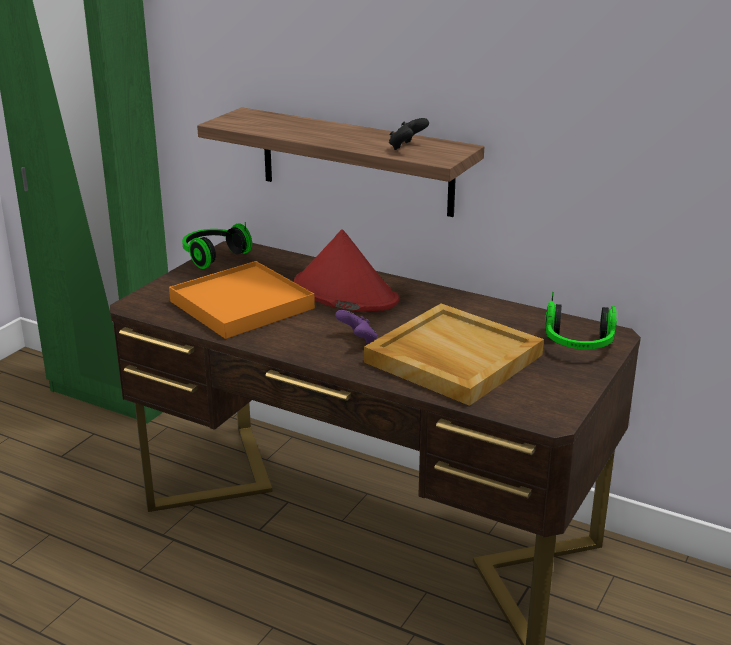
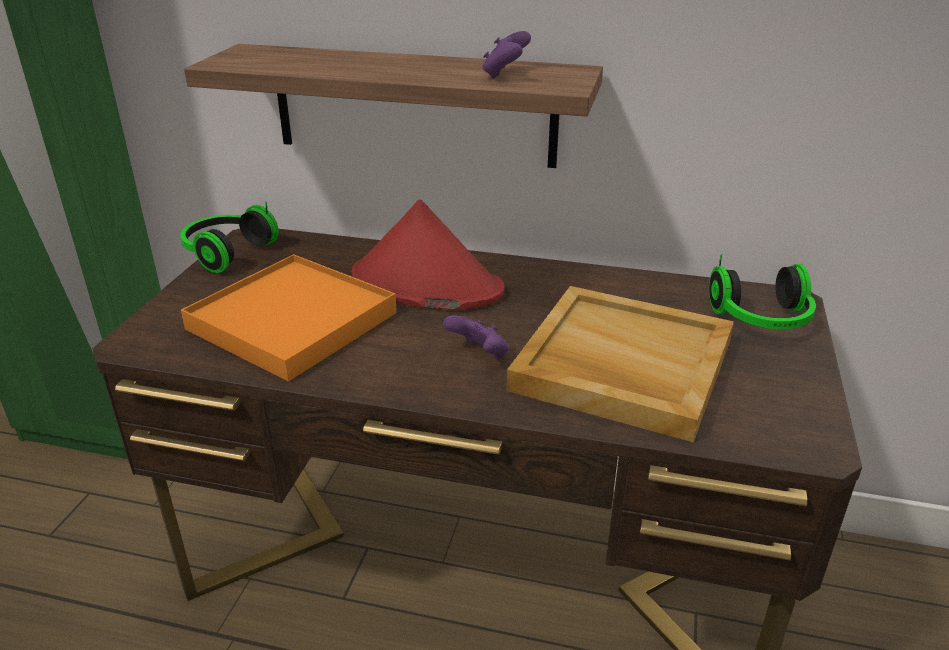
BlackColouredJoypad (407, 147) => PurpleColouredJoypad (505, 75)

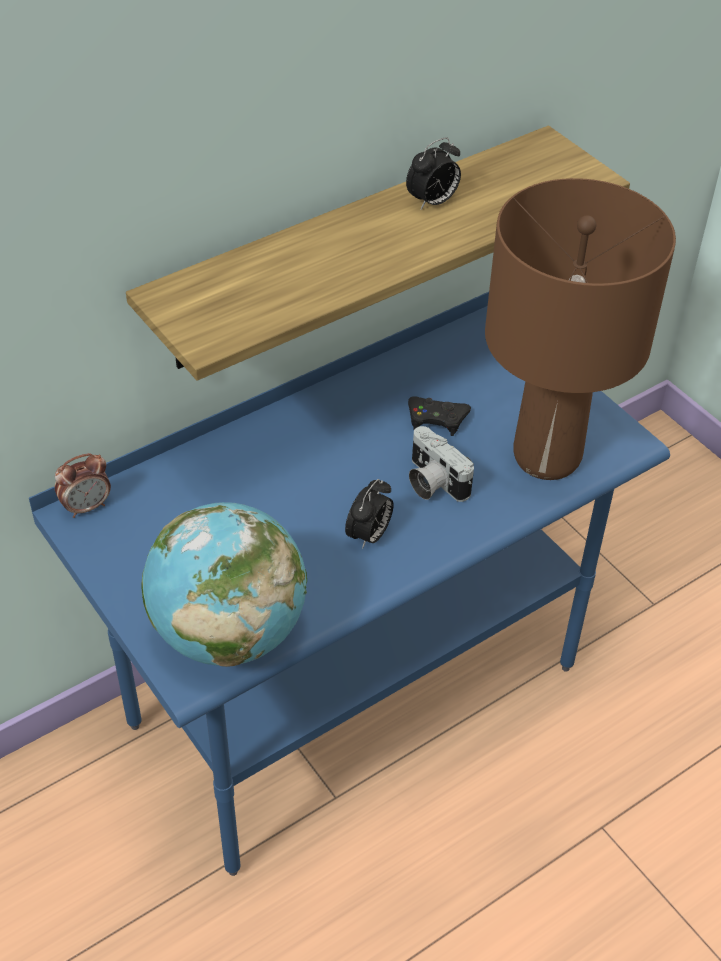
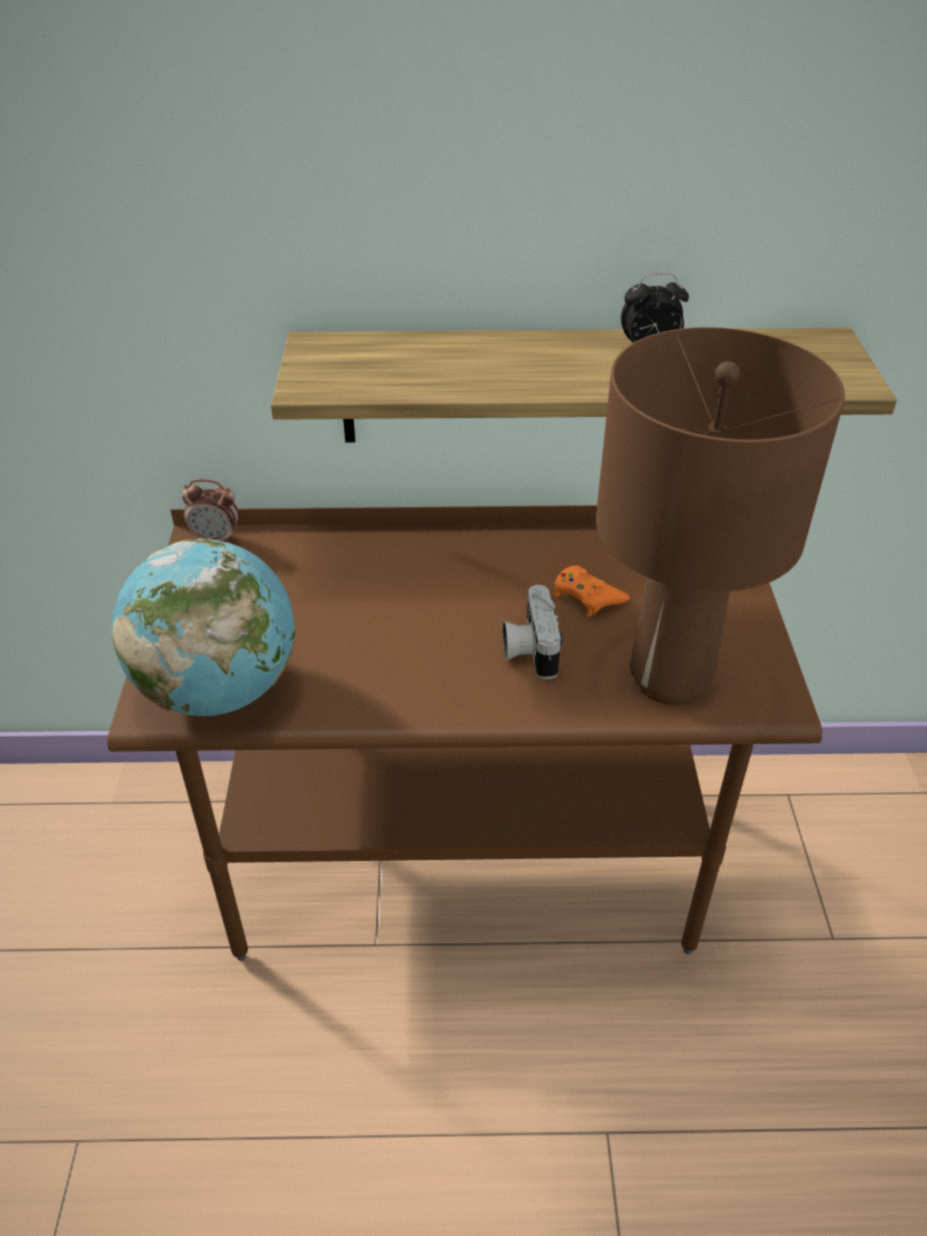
BluishDesk (354, 695) => BrownishDesk (463, 863)
BlackColouredJoypad (436, 419) => OrangeJoypad (587, 596)
TableClock (369, 536) => nothing

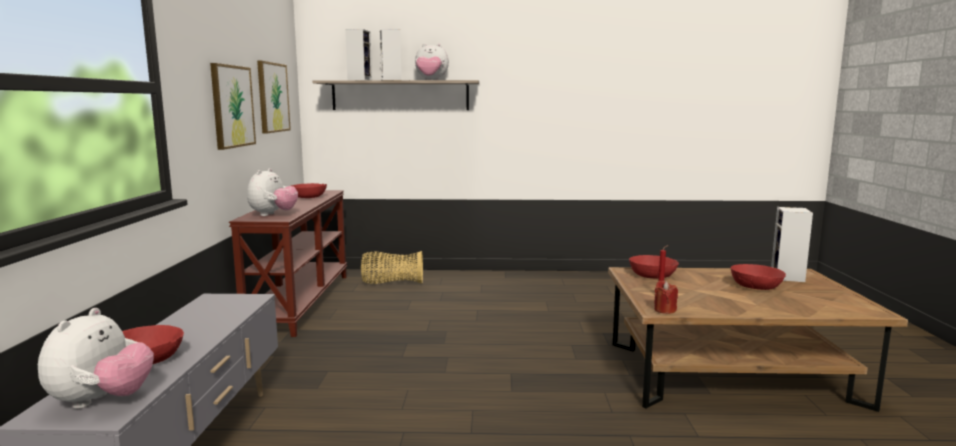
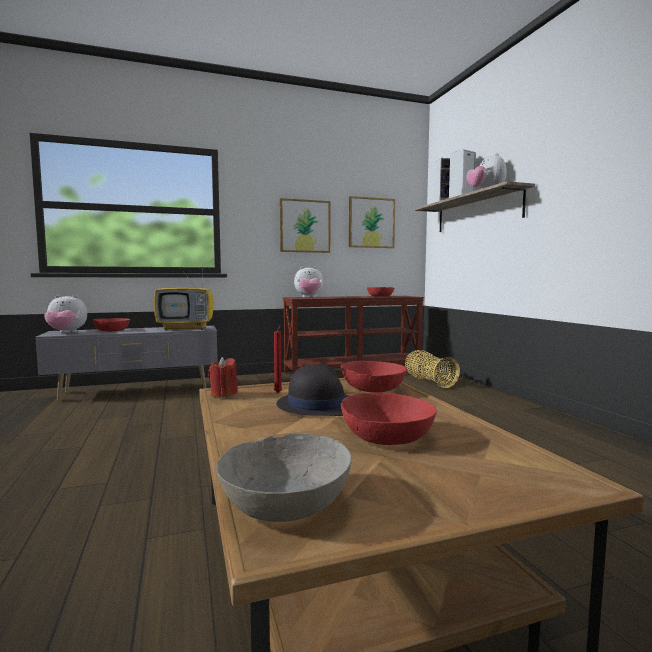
AudioSpeaker (788, 277) => nothing
nothing => Tv (187, 328)
nothing => BlackColouredHat (316, 405)
nothing => GreyServingBowl (284, 501)

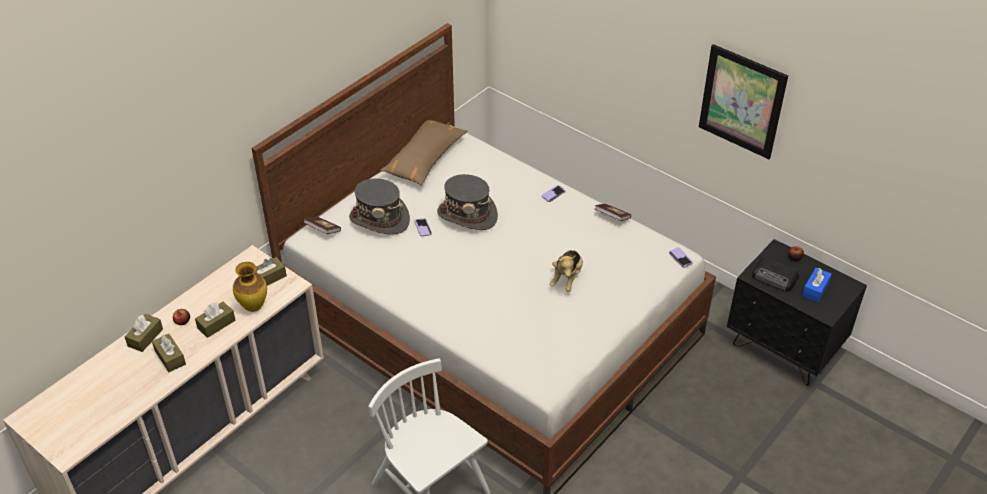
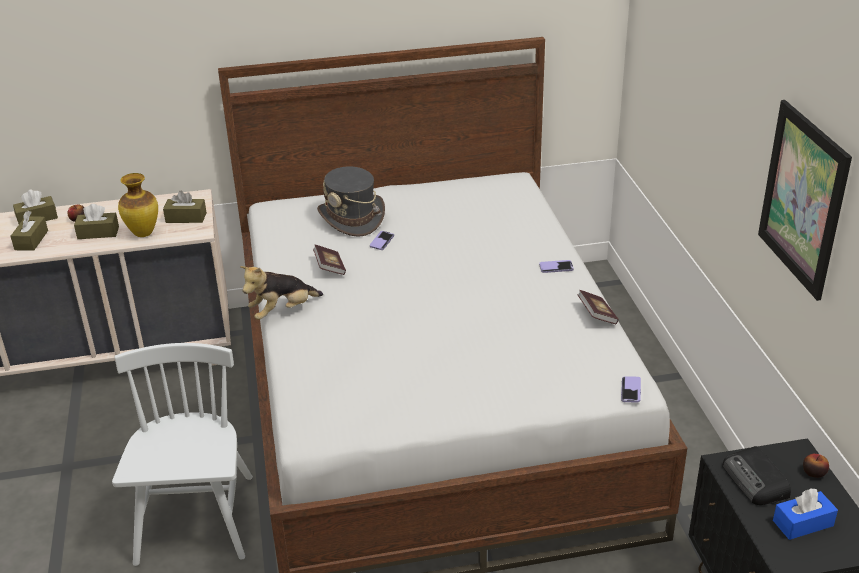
BrownishCushion (424, 159) => nothing
GreyHat (467, 215) => nothing
Volume (323, 230) => Volume (330, 267), moved
SoftToy (567, 278) => SoftToy (282, 311), moved

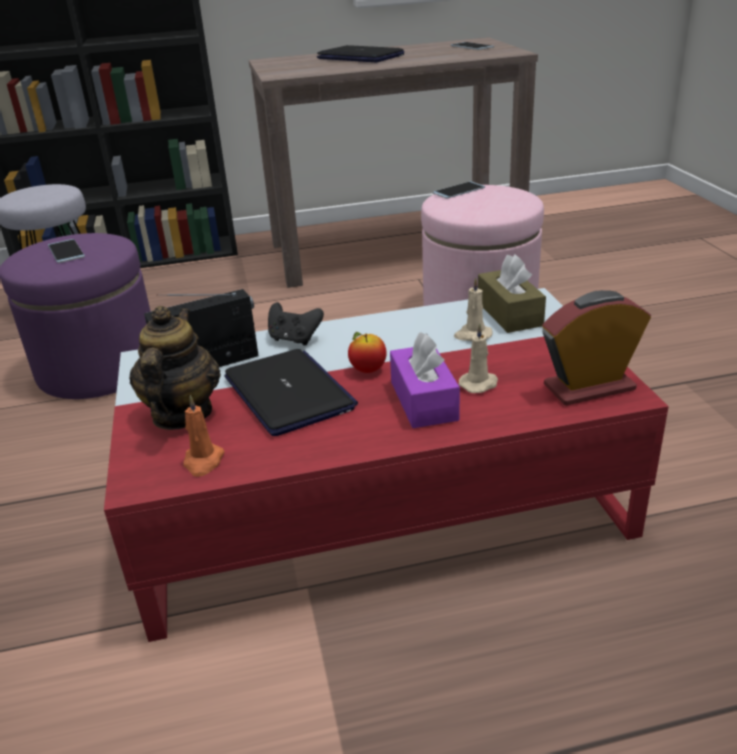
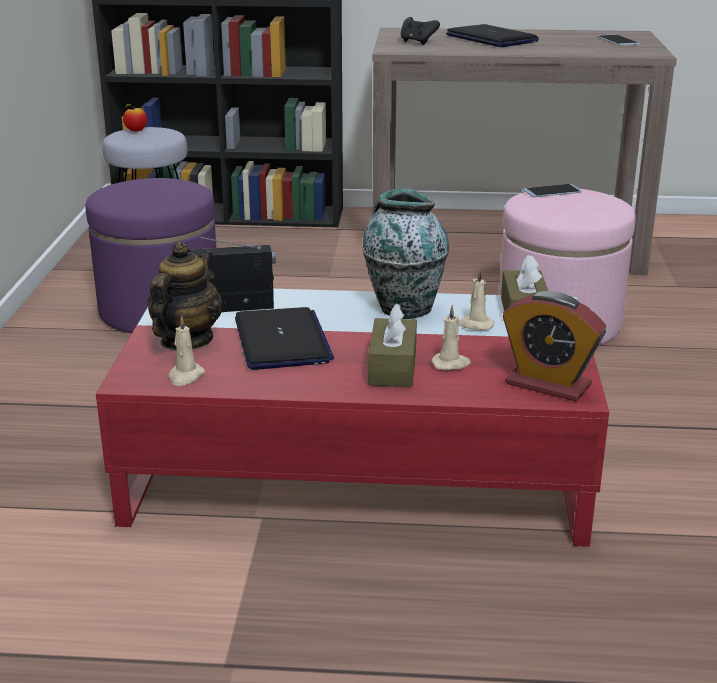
Phone (66, 251) => nothing
TableClock (589, 387) => TableClock (548, 384), 150 degrees counterclockwise
BlackColouredJoypad (294, 339) => BlackColouredJoypad (417, 42), moved
WholeApple (368, 370) => WholeApple (136, 131), moved
PurpleColouredTissueHolder (423, 401) => BrownishTissueHolder (392, 367)
OrangeCandle (203, 462) => SandColouredCandle (185, 376)
nothing => Vase (403, 308)

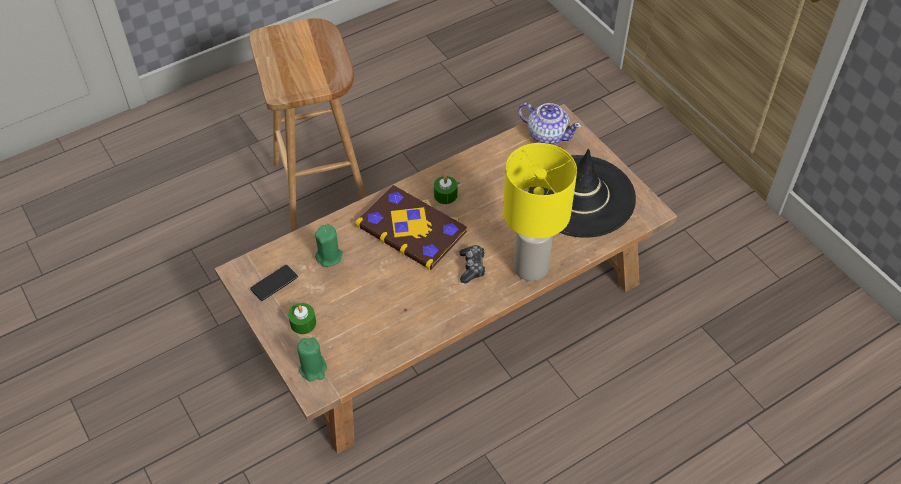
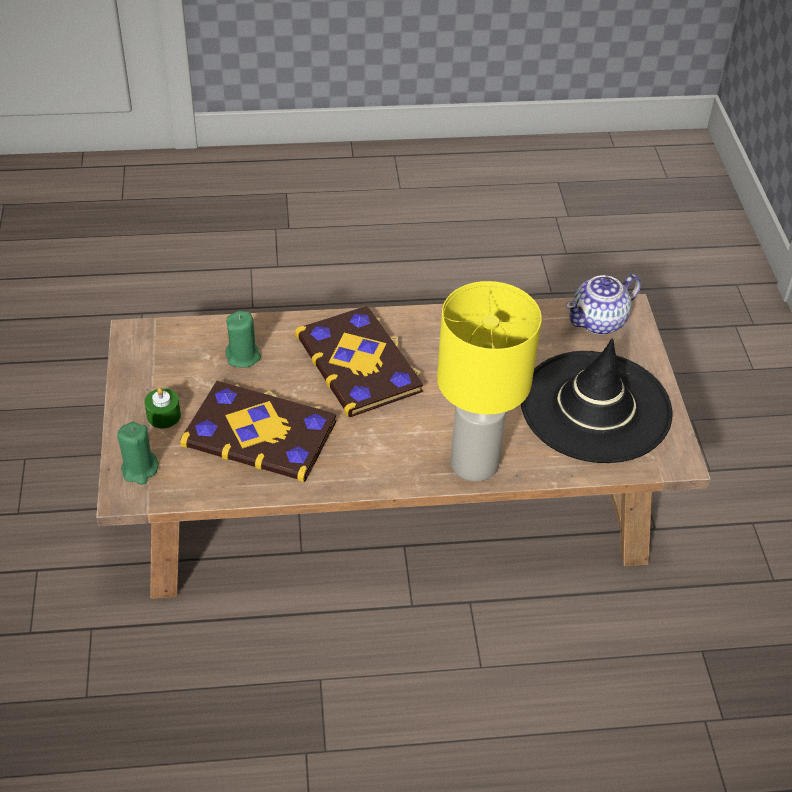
BrownishSittingStool (323, 190) => nothing
PotForTea (547, 135) => PotForTea (599, 321), 90 degrees clockwise
GreenColouredCandle (445, 195) => nothing
Joypad (472, 267) => nothing
Phone (274, 283) => nothing
nothing => Volume (260, 433)

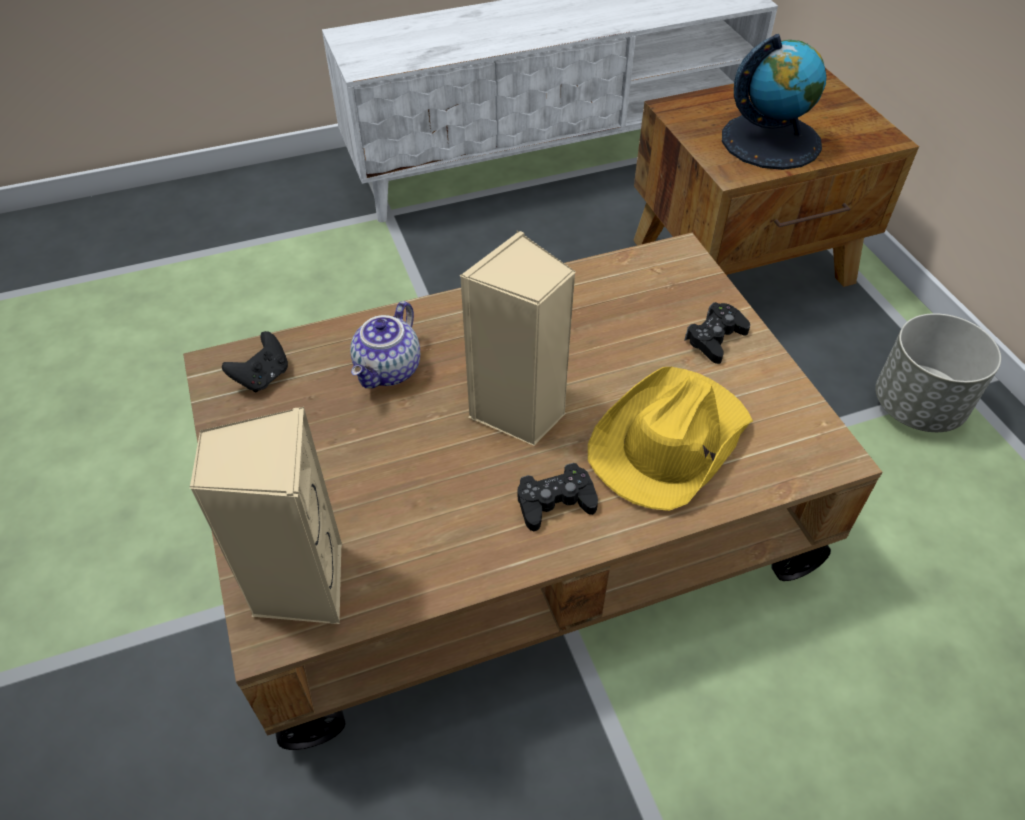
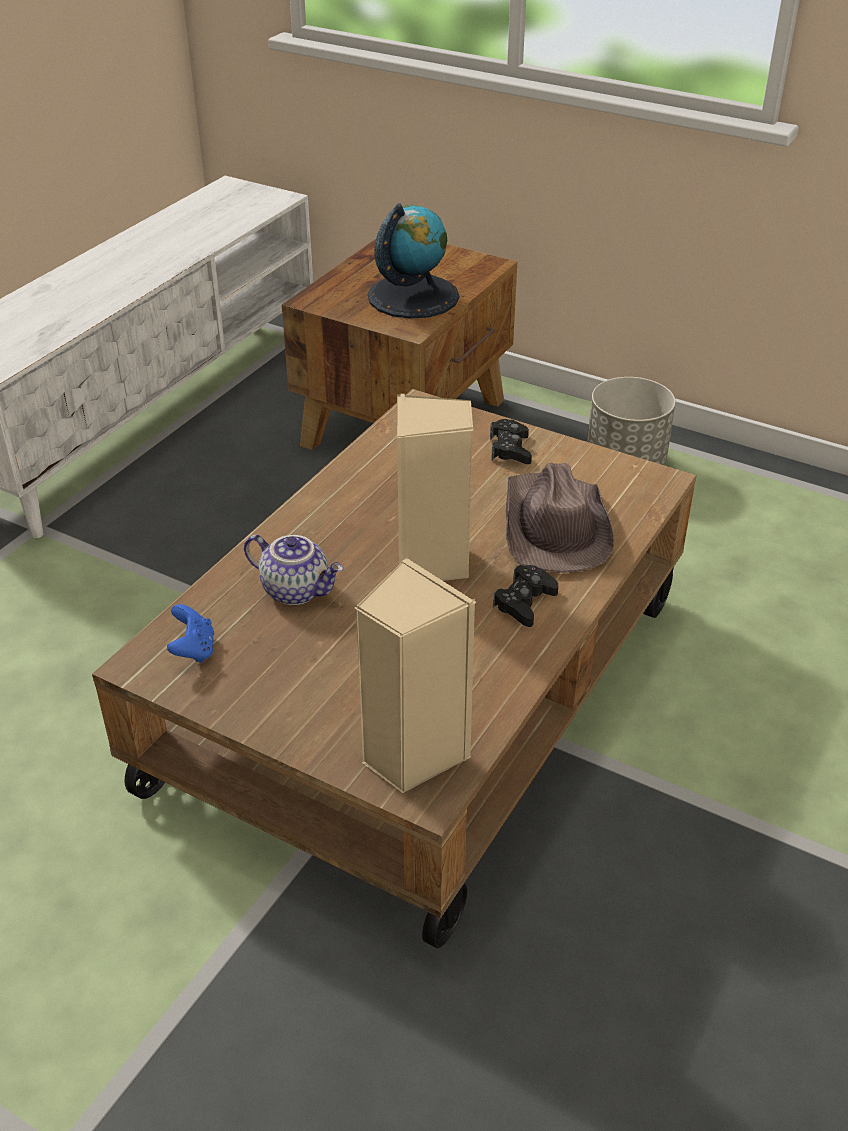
PotForTea (389, 371) => PotForTea (297, 590), 45 degrees counterclockwise
BlackColouredJoypad (263, 377) => BluishJoypad (193, 650)
YellowishHat (669, 442) => BrownishHat (554, 526)

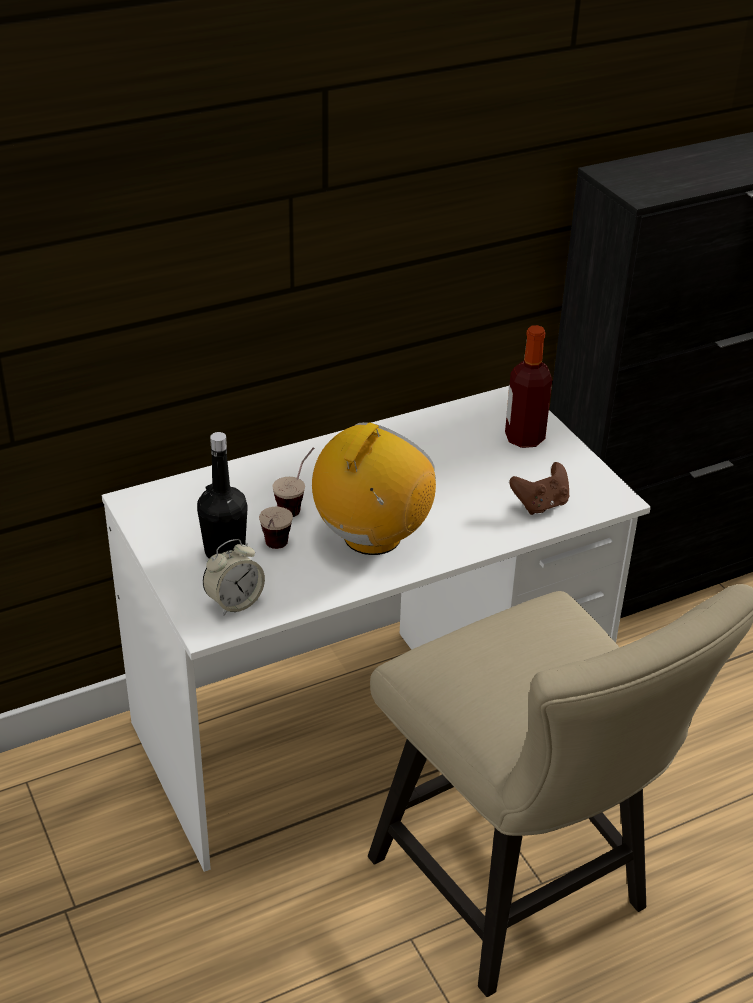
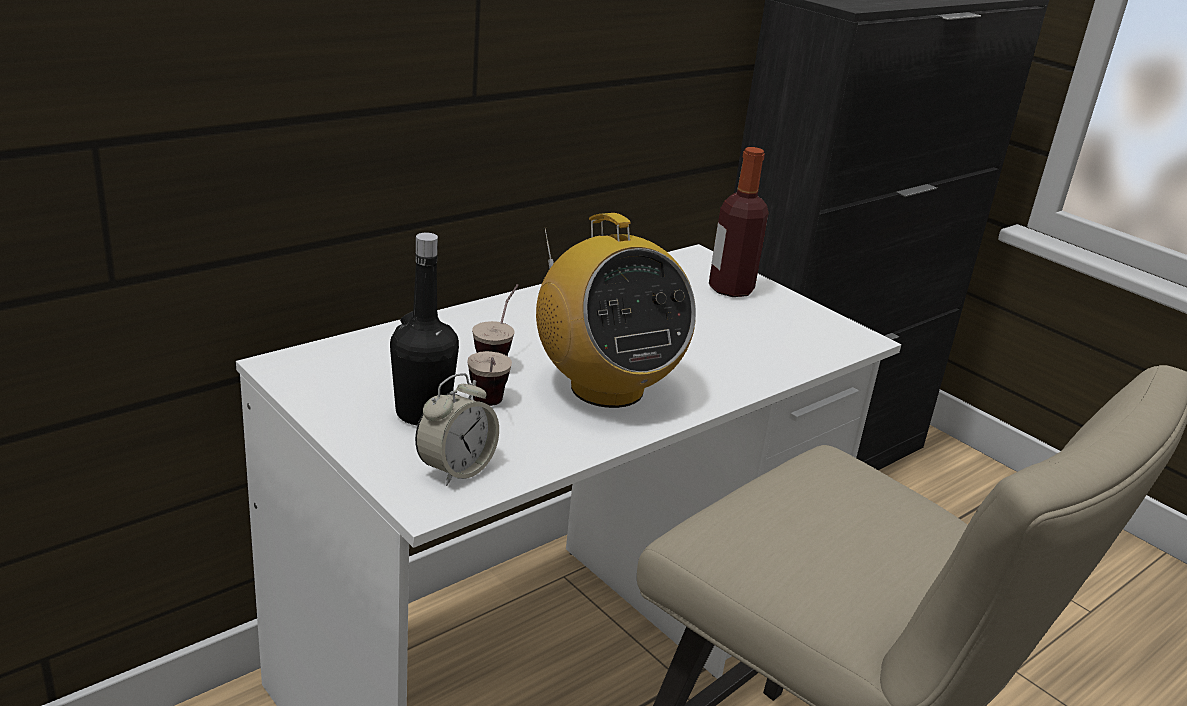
Radio (372, 537) => Radio (606, 388), 135 degrees clockwise
BrownishJoypad (541, 504) => nothing

